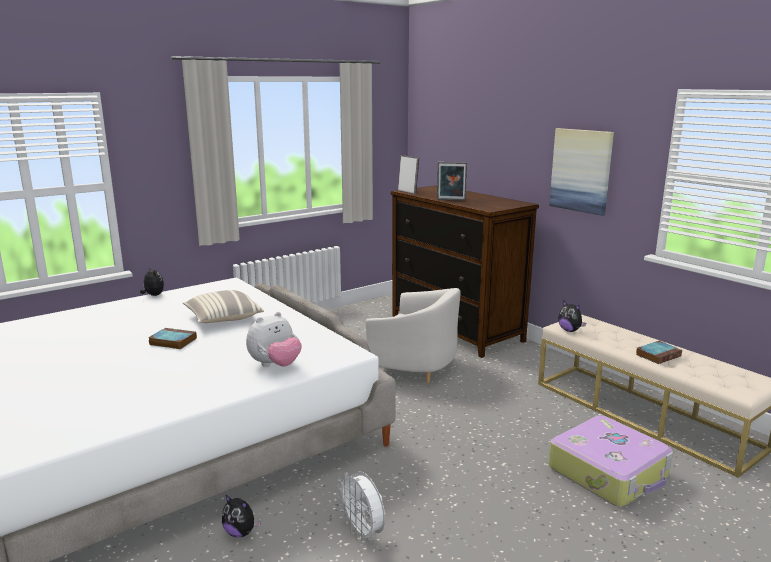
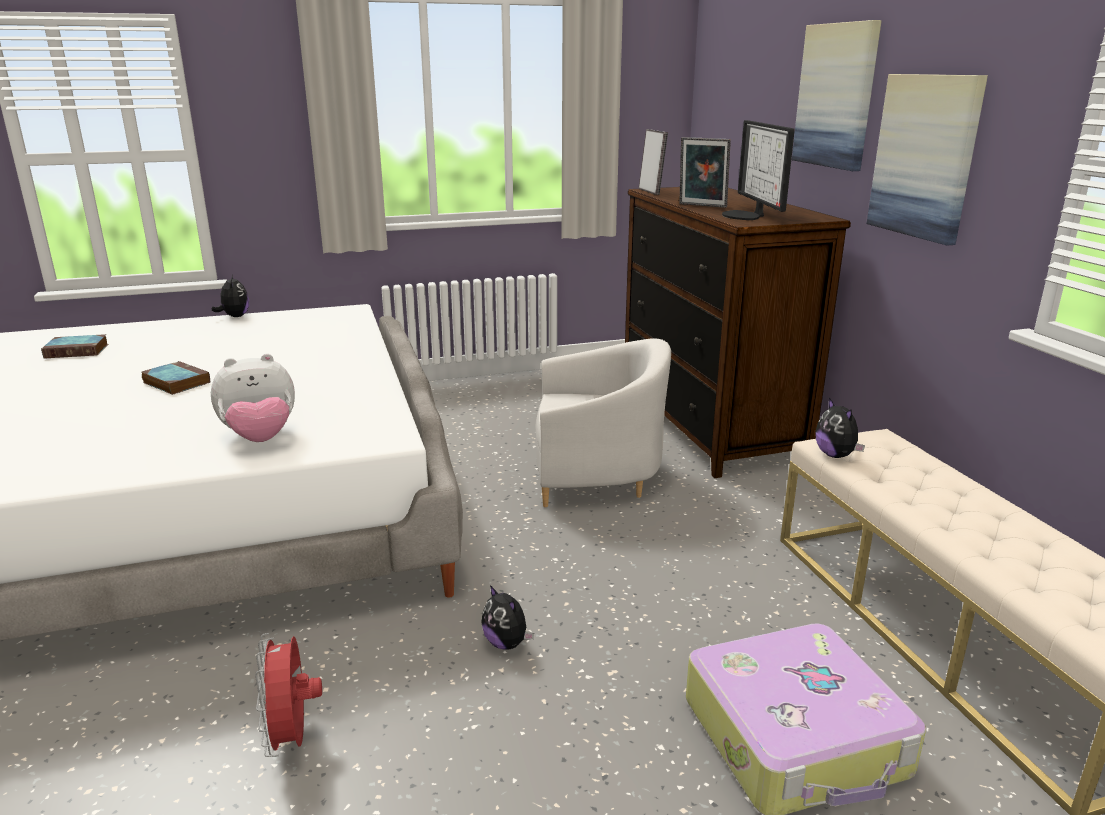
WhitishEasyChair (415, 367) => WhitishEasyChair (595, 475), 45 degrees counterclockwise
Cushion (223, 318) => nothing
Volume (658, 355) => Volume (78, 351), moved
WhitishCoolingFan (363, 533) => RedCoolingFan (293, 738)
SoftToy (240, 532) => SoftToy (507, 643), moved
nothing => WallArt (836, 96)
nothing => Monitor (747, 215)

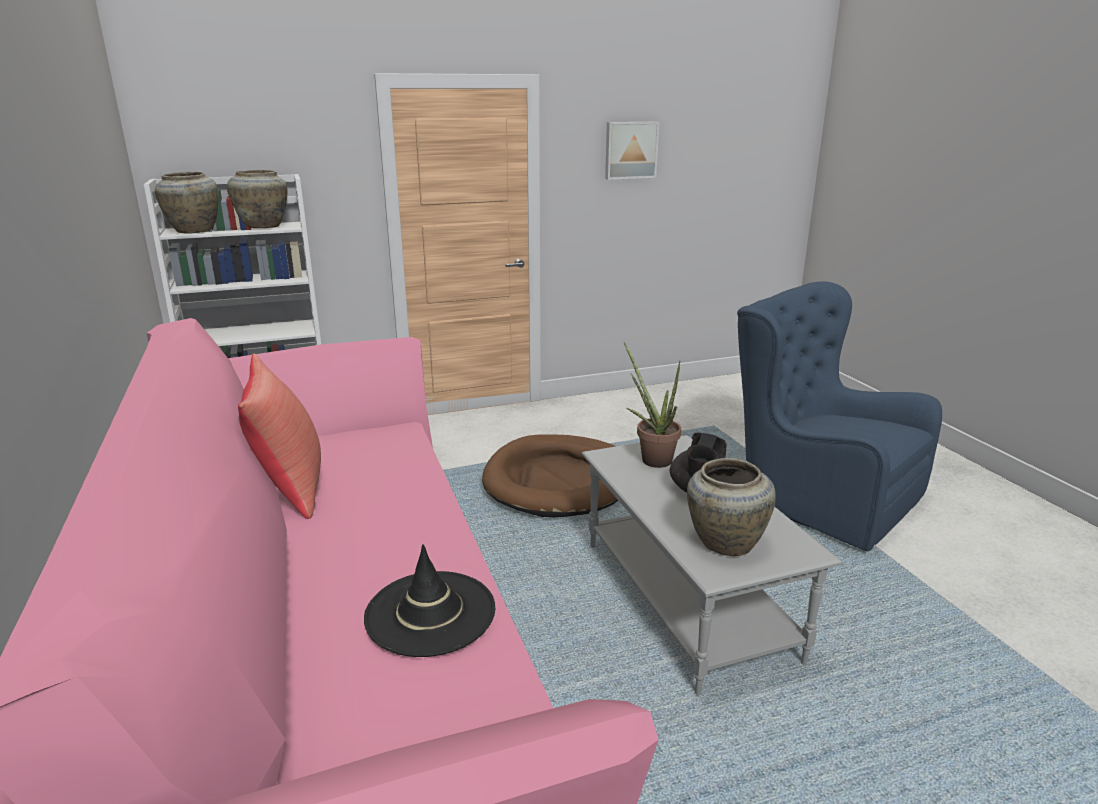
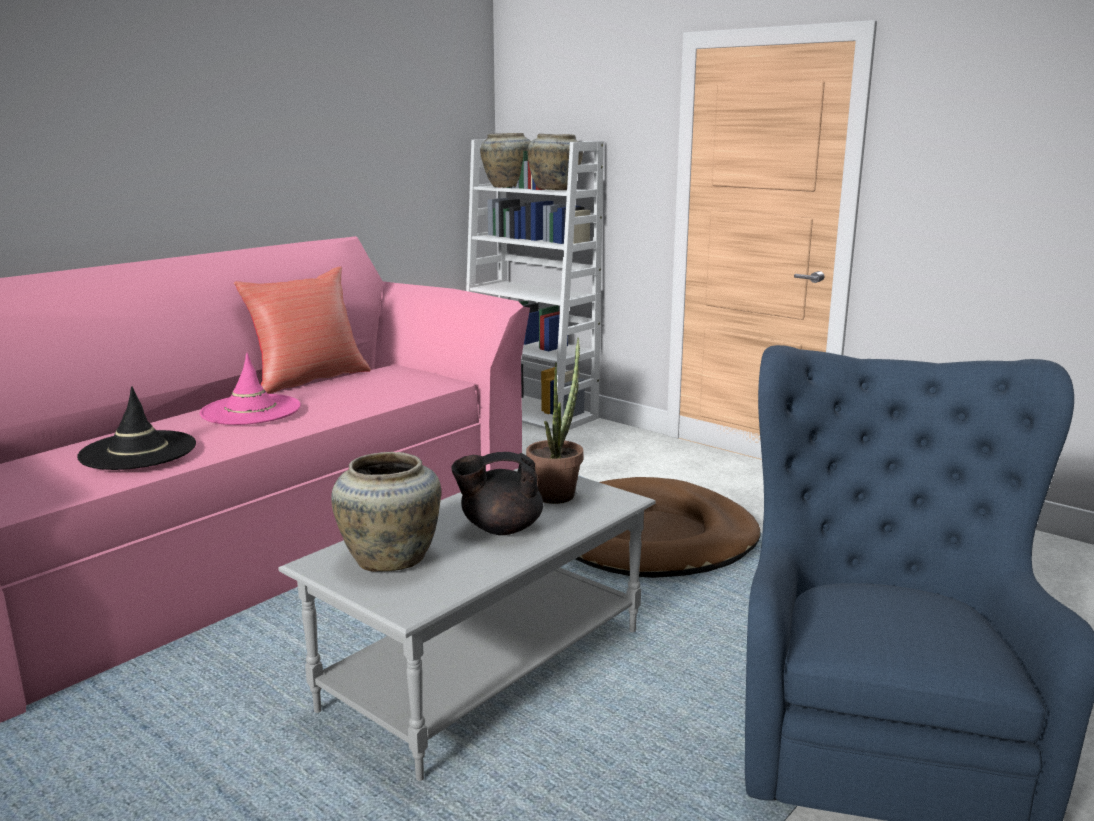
WallArt (630, 150) => nothing
nothing => PinkHat (250, 410)

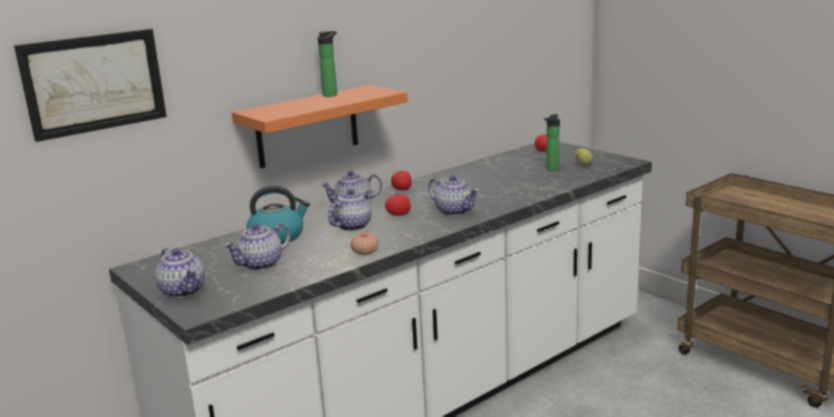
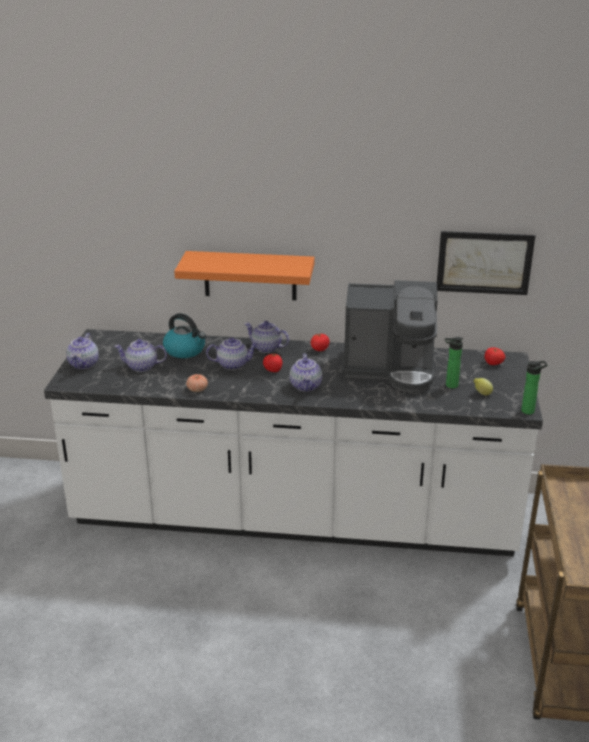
WallArt (94, 83) => WallArt (484, 262), moved
DrinkBottle (331, 94) => DrinkBottle (529, 411), moved
nothing => CoffeeMachine (390, 369)

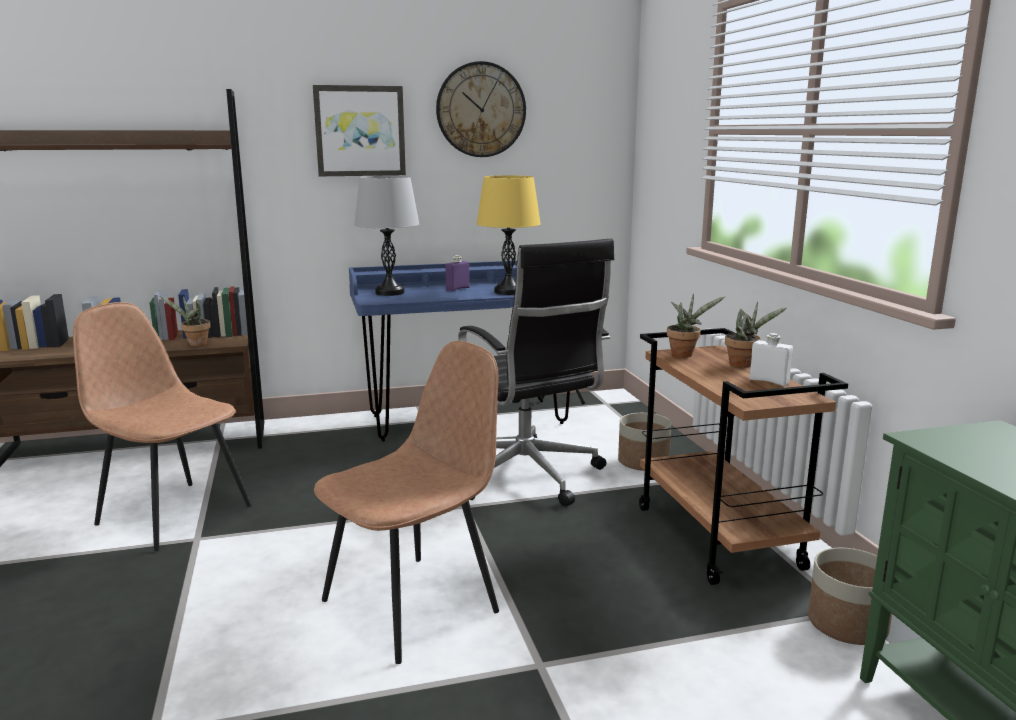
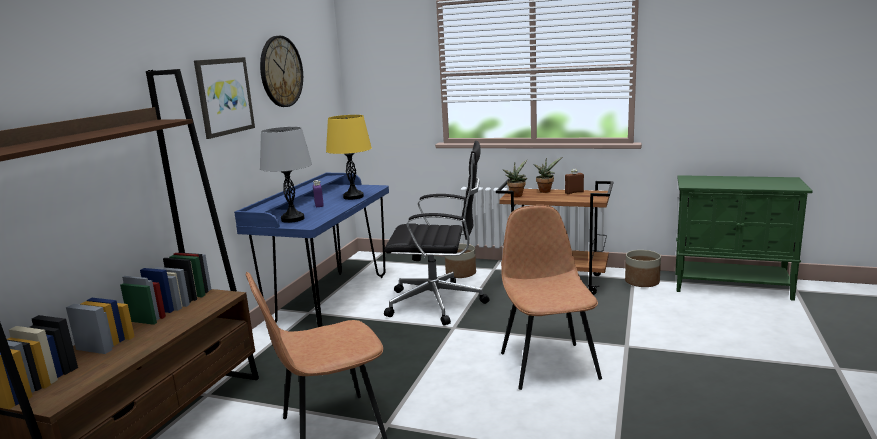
Houseplant (195, 344) => nothing
WhitishDrinkBottle (769, 381) => BrownishDrinkBottle (574, 192)

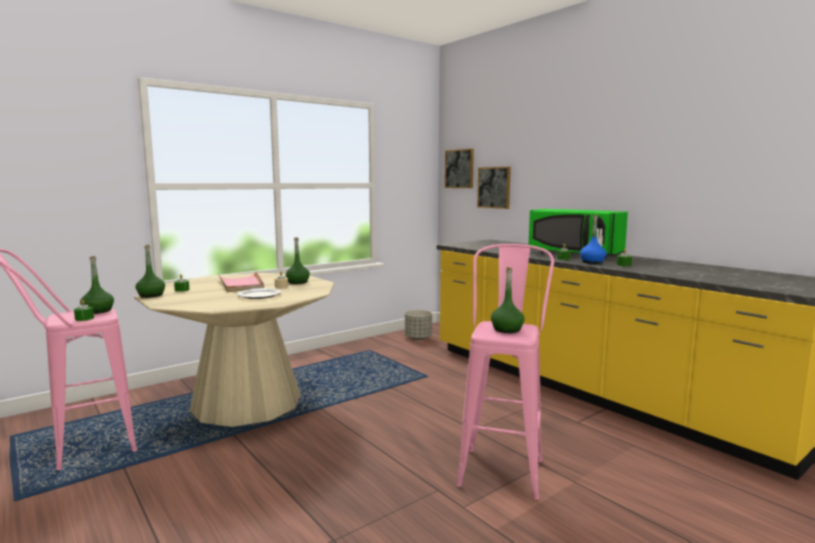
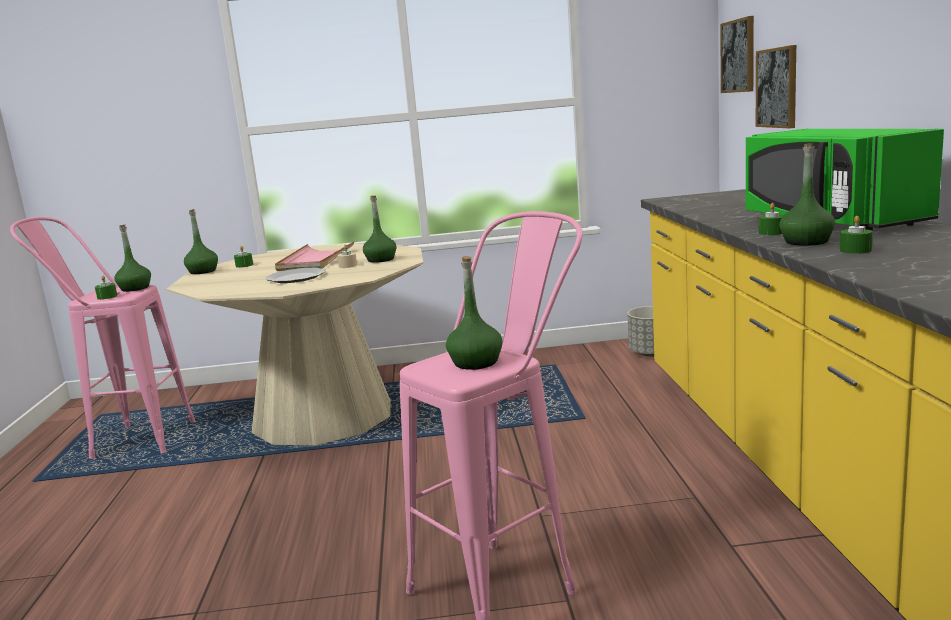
BluishDrinkBottle (592, 262) => GreenColouredDrinkBottle (806, 242)

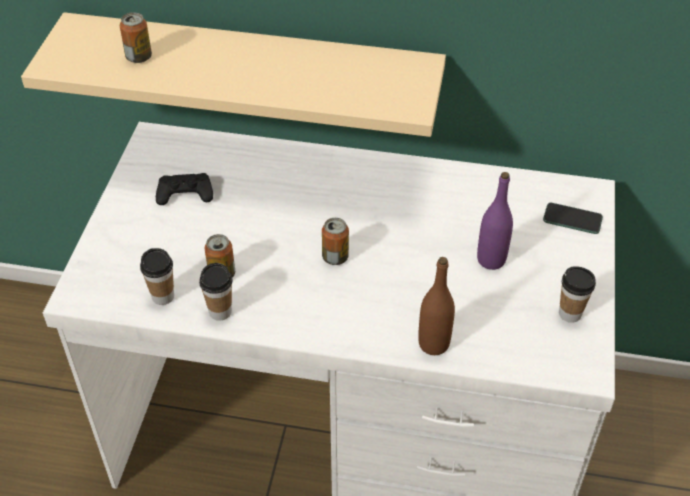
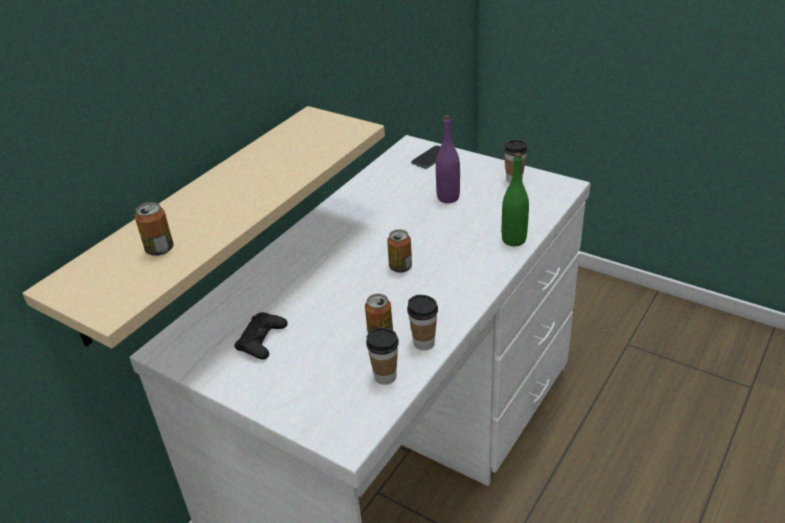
BrownishDrinkBottle (433, 344) => GreenColouredDrinkBottle (514, 240)

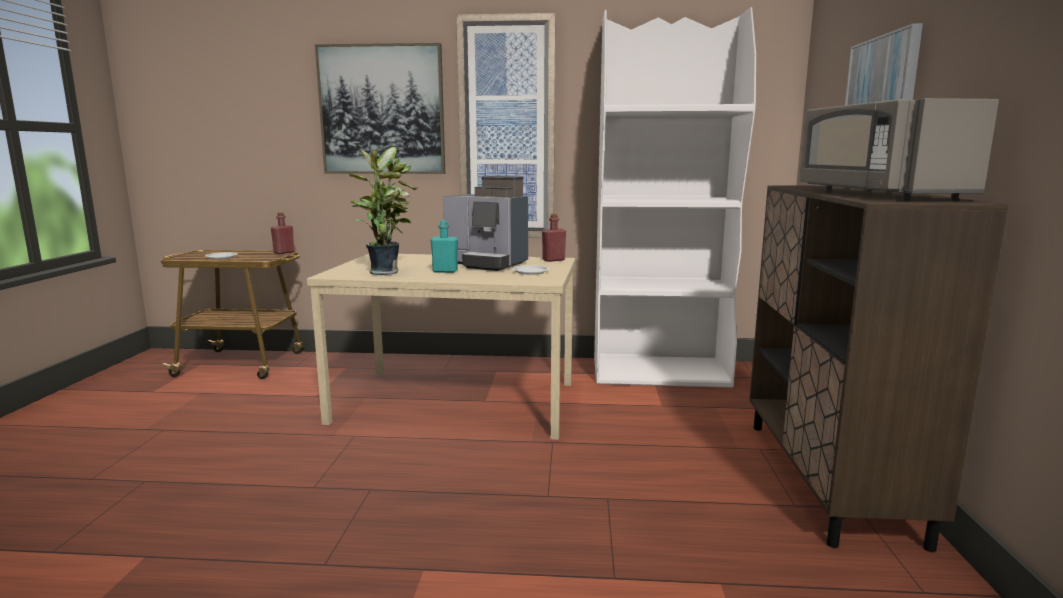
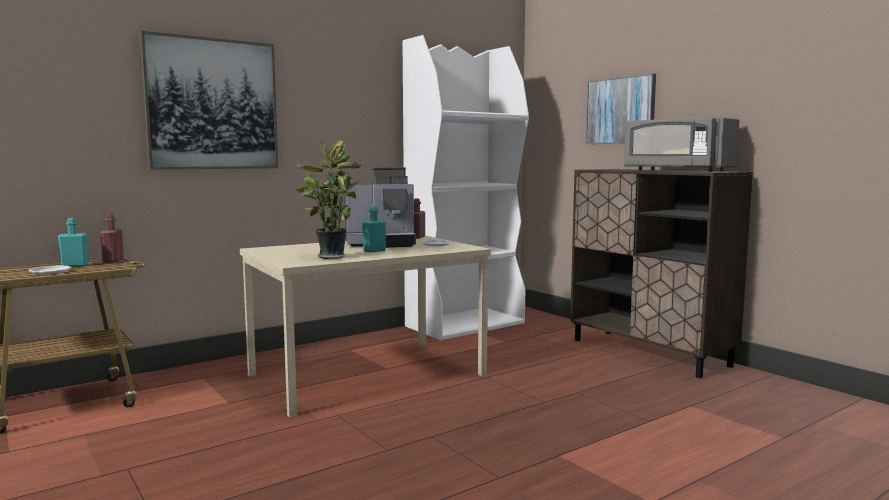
WallArt (507, 130) => nothing
nothing => BlueGreenDrinkBottle (75, 266)

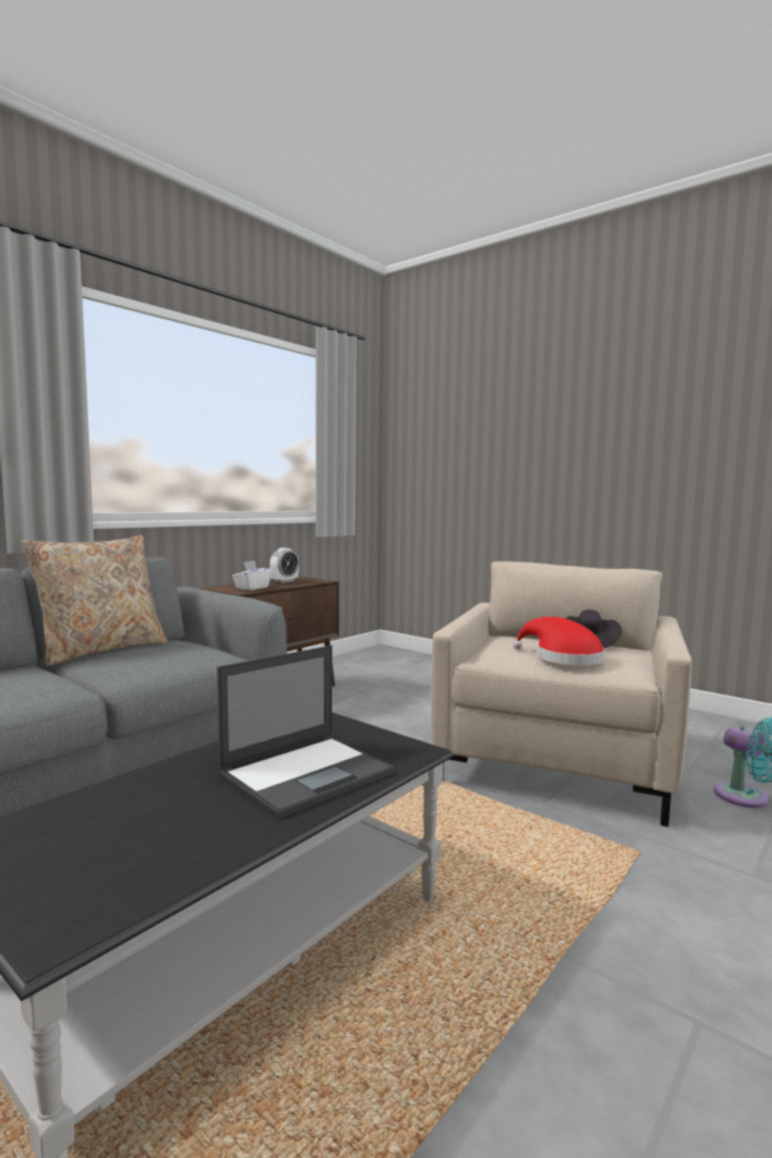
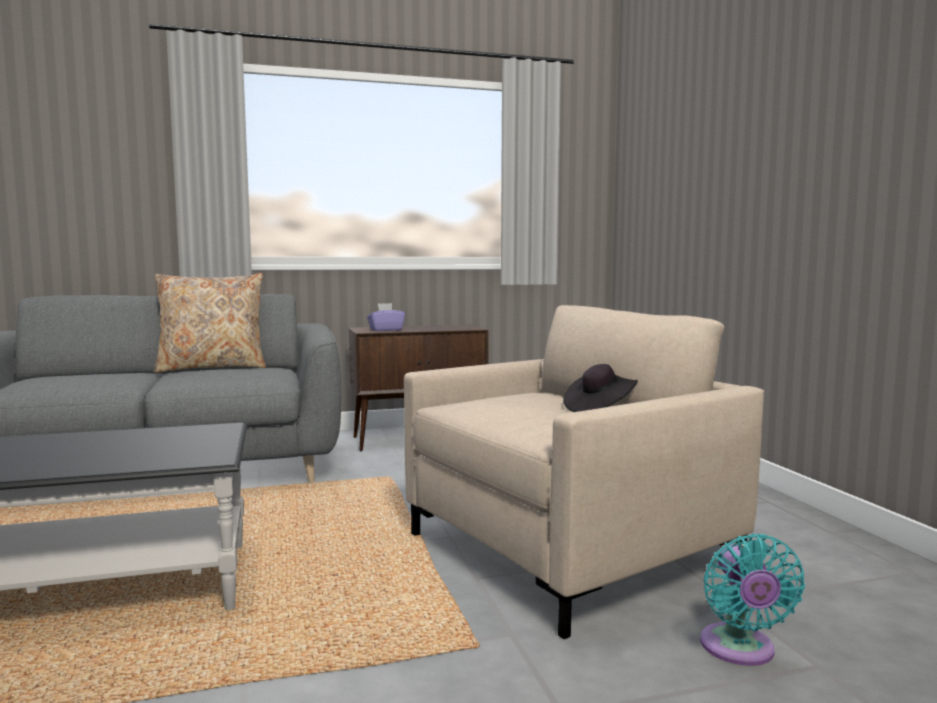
TableClock (284, 581) => nothing
WhitishTissueHolder (252, 588) => PurpleColouredTissueHolder (386, 330)
RedHat (563, 658) => nothing
Laptop (308, 773) => nothing

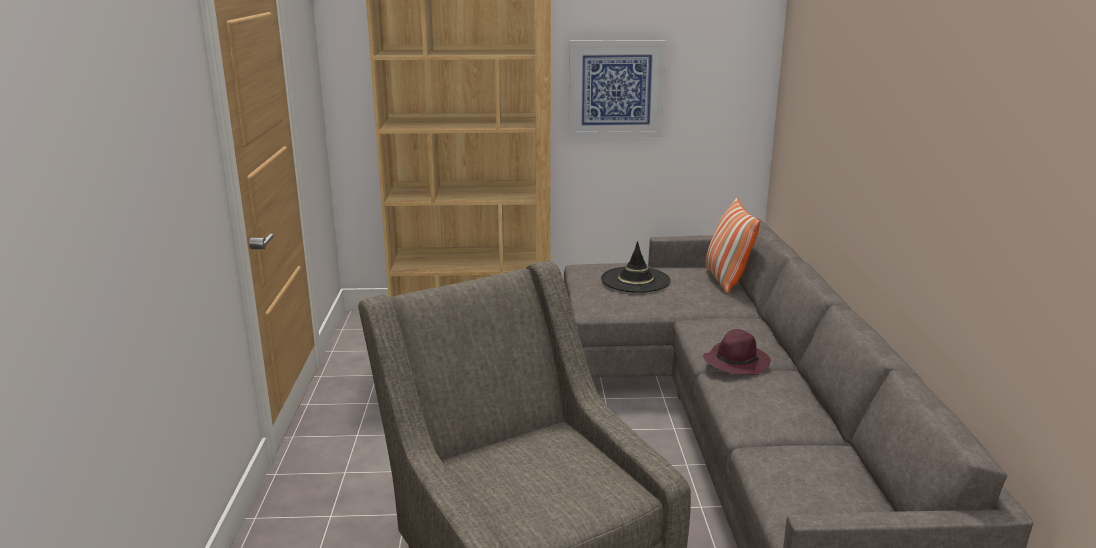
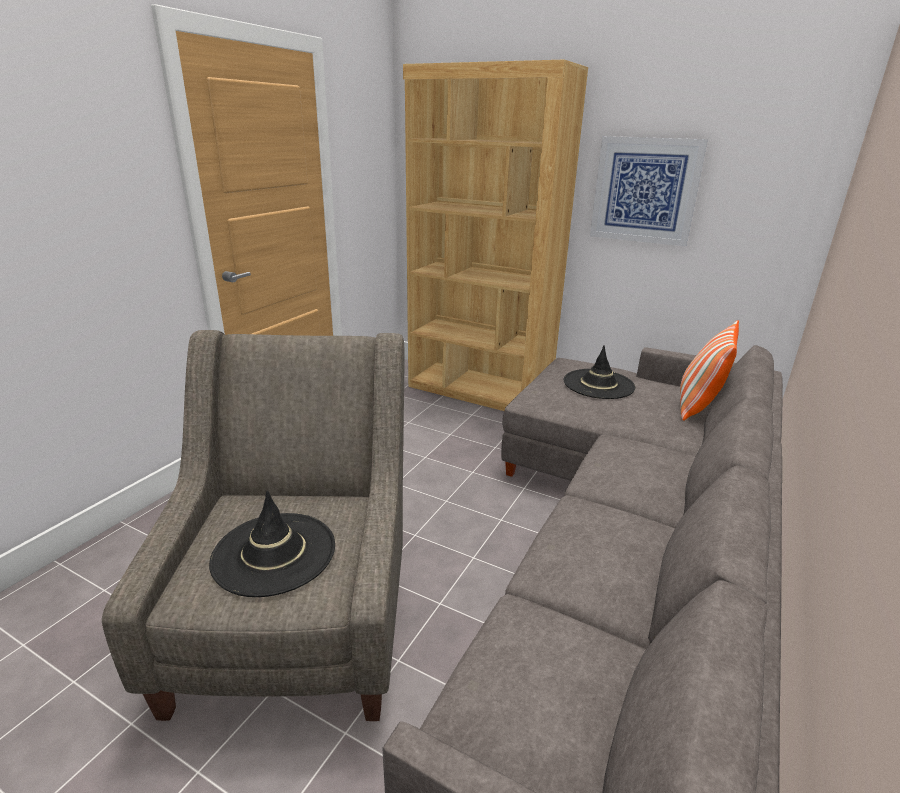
PurpleColouredHat (736, 362) => nothing
nothing => BlackColouredHat (274, 553)

